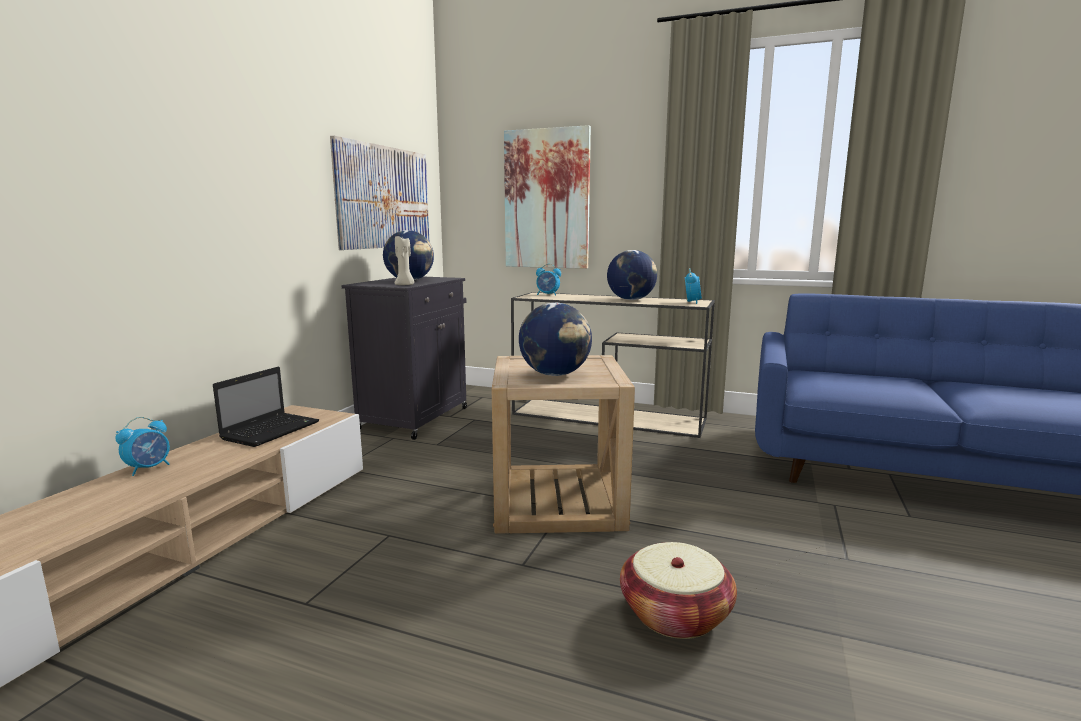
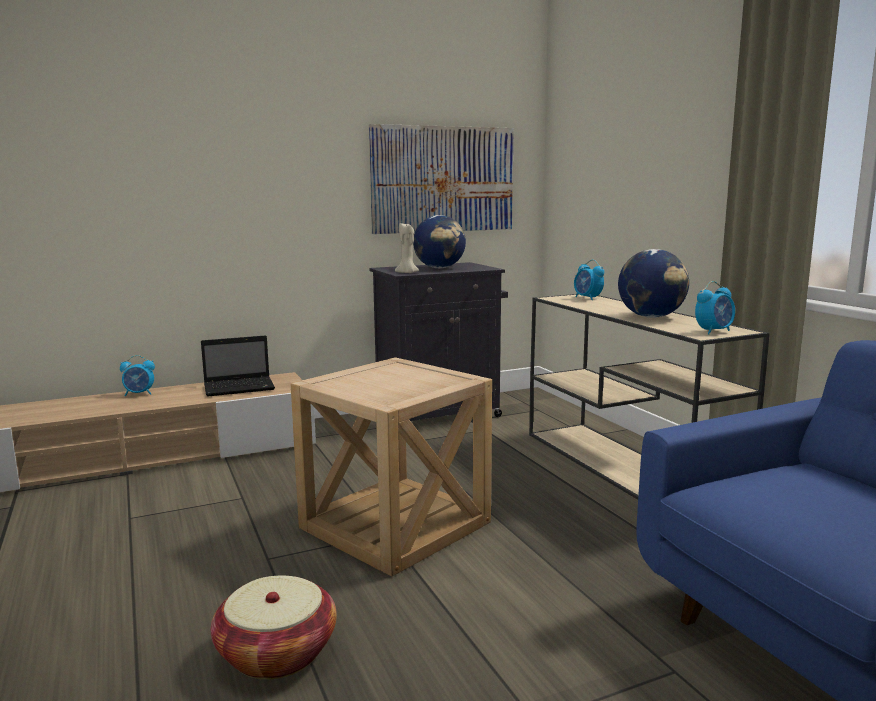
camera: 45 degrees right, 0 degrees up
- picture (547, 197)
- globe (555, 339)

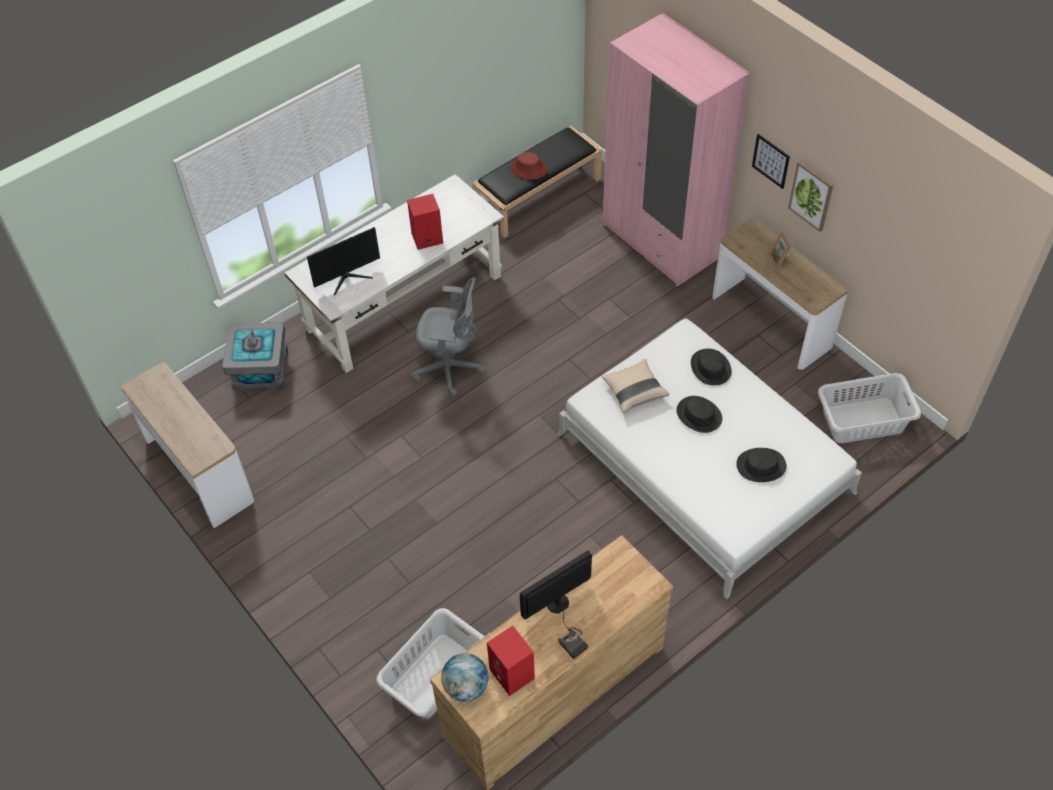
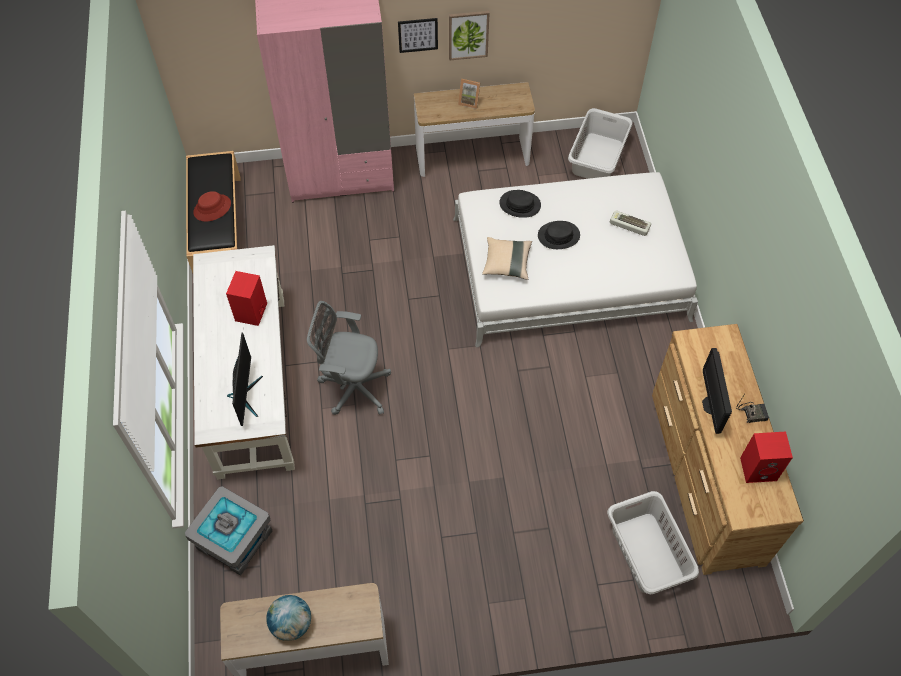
camera: 60 degrees left, 5 degrees up
~ globe (465, 677) to (288, 618)
~ grey office chair (448, 337) = (349, 358) 120 degrees counterclockwise
~ black hat (761, 465) to keyboard (630, 223)

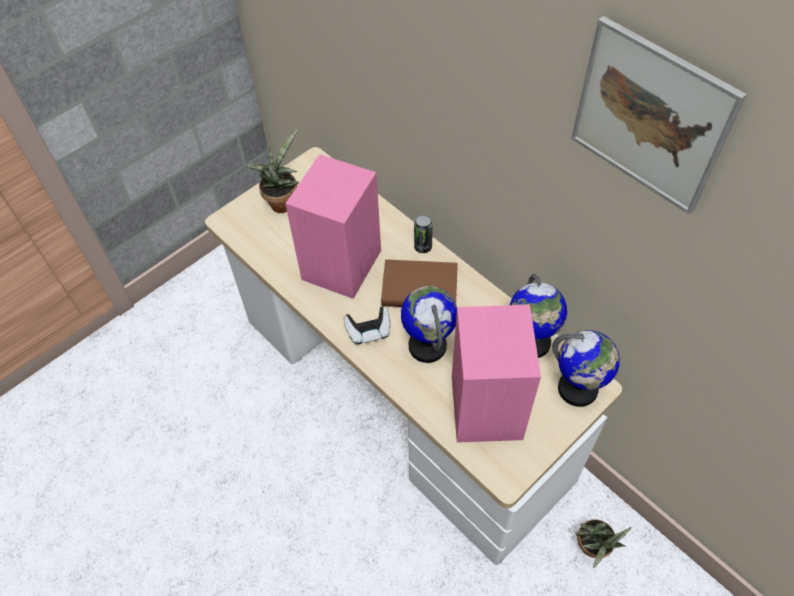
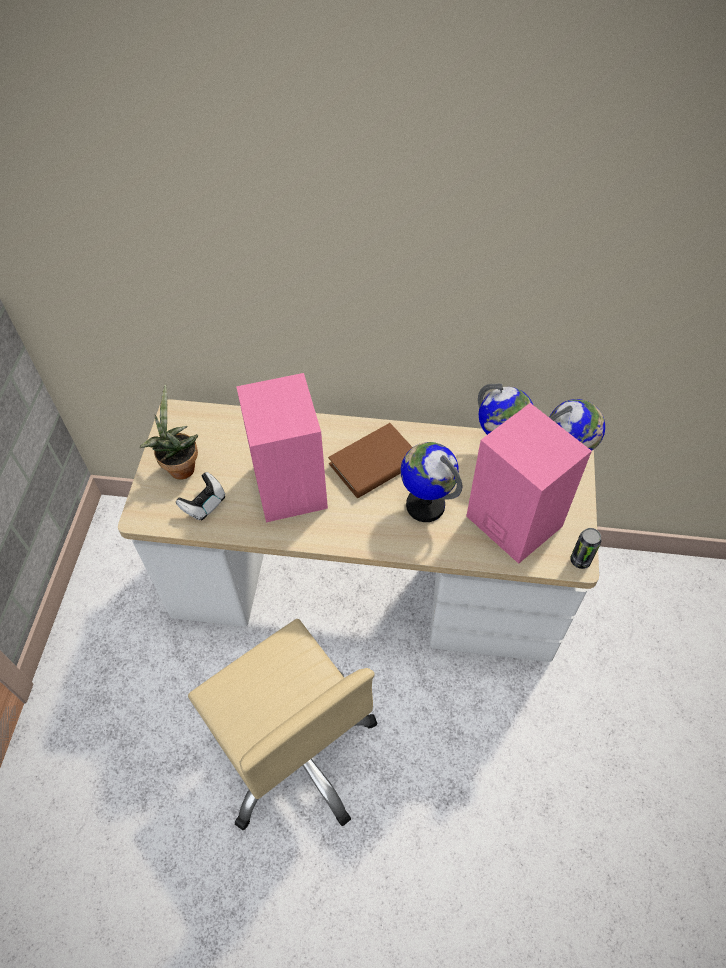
camera: 40 degrees left, 0 degrees up
~ game controller (367, 325) to (200, 496)
+ beige office chair (283, 724)
~ can (423, 233) to (585, 548)
- picture (659, 115)
- potted plant (603, 543)

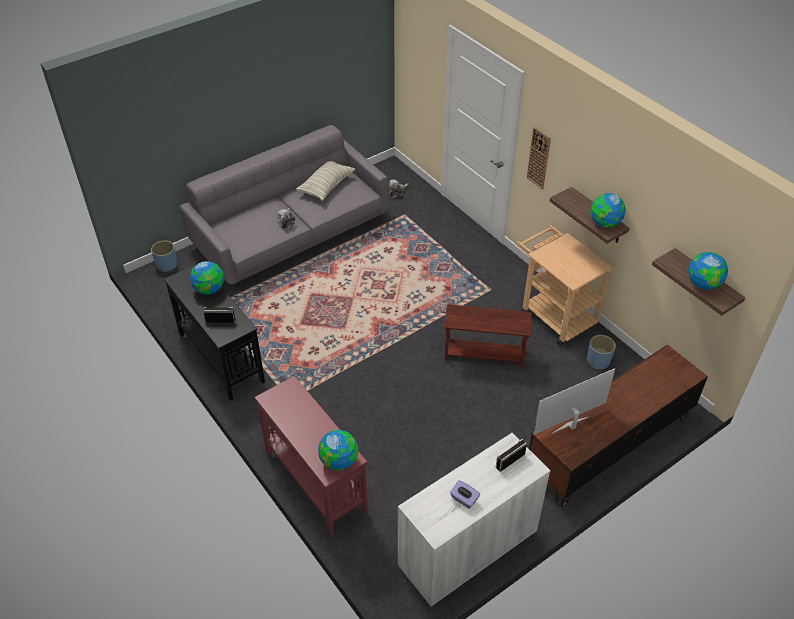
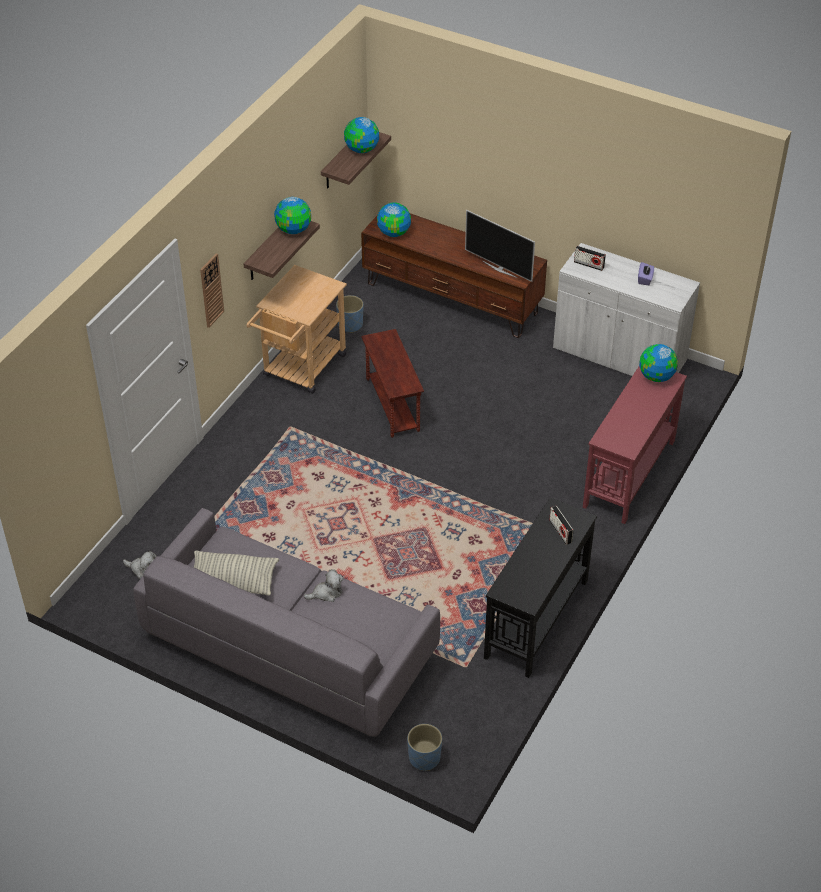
camera: 115 degrees left, 0 degrees up
~ globe (207, 278) to (394, 219)

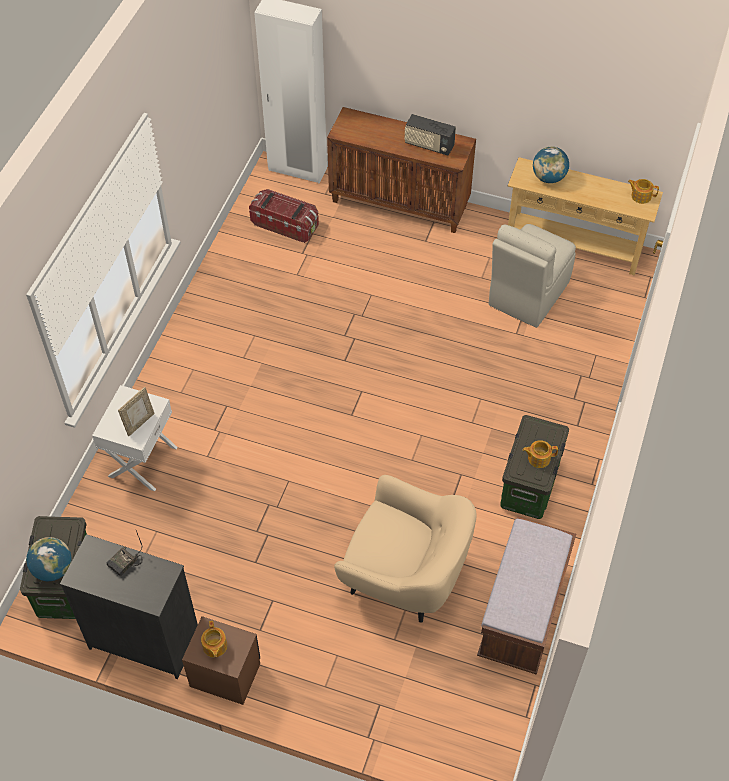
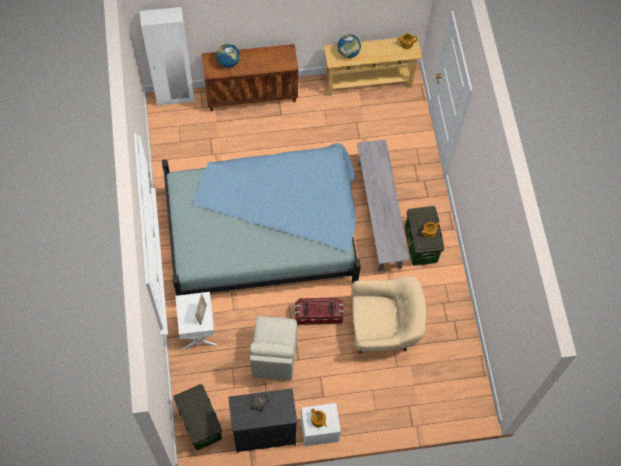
camera: 30 degrees left, 10 degrees up
+ blue bed (261, 219)
~ globe (48, 559) to (228, 56)
~ beige chair (532, 276) to (274, 348)
~ storage box (284, 216) to (319, 311)
~ brown nightstand (221, 660) to white nightstand (321, 424)
+ grey bench (383, 206)
- radio (430, 134)
- brown bench (526, 596)

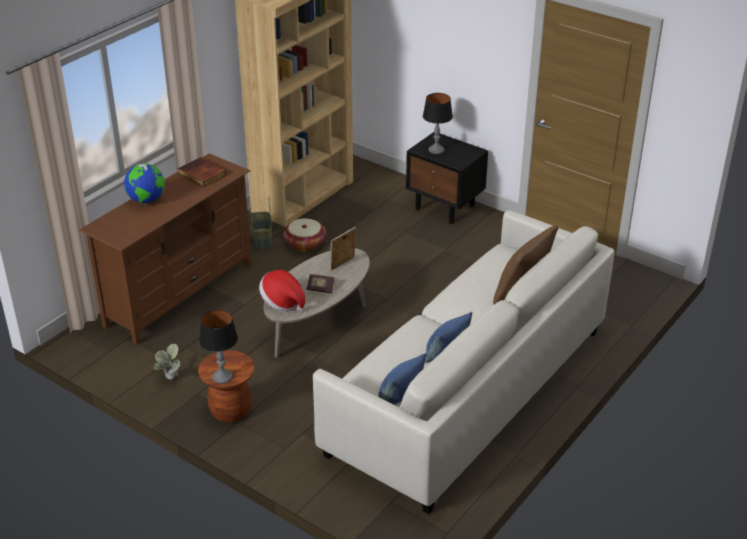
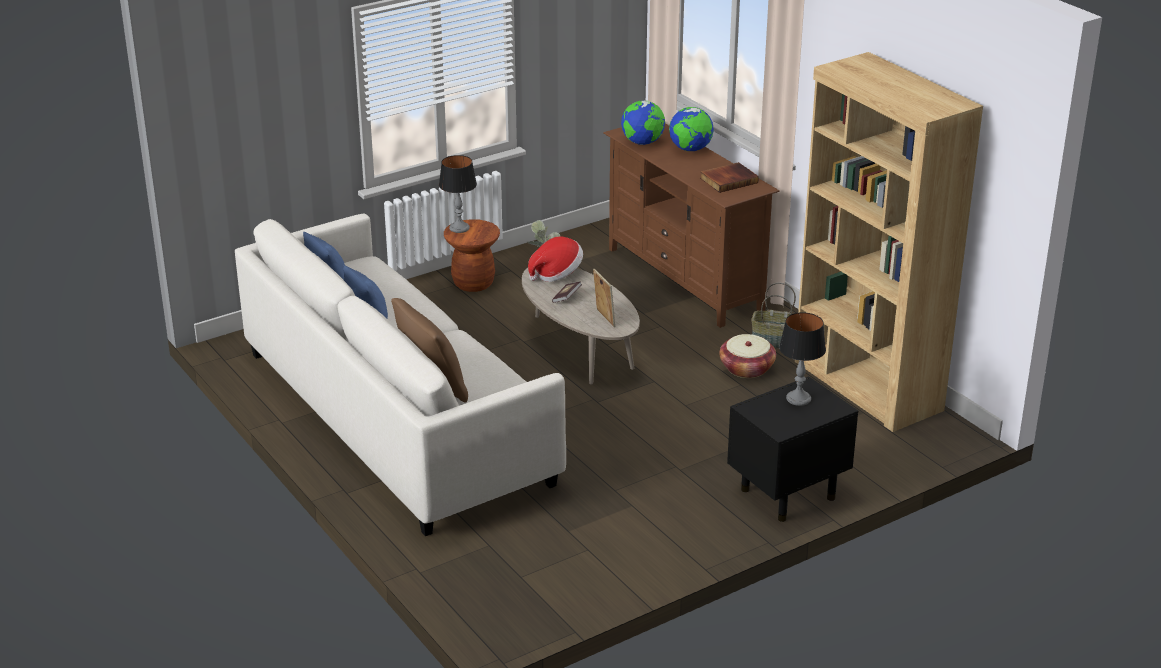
camera: 110 degrees right, 5 degrees down
+ globe (643, 123)

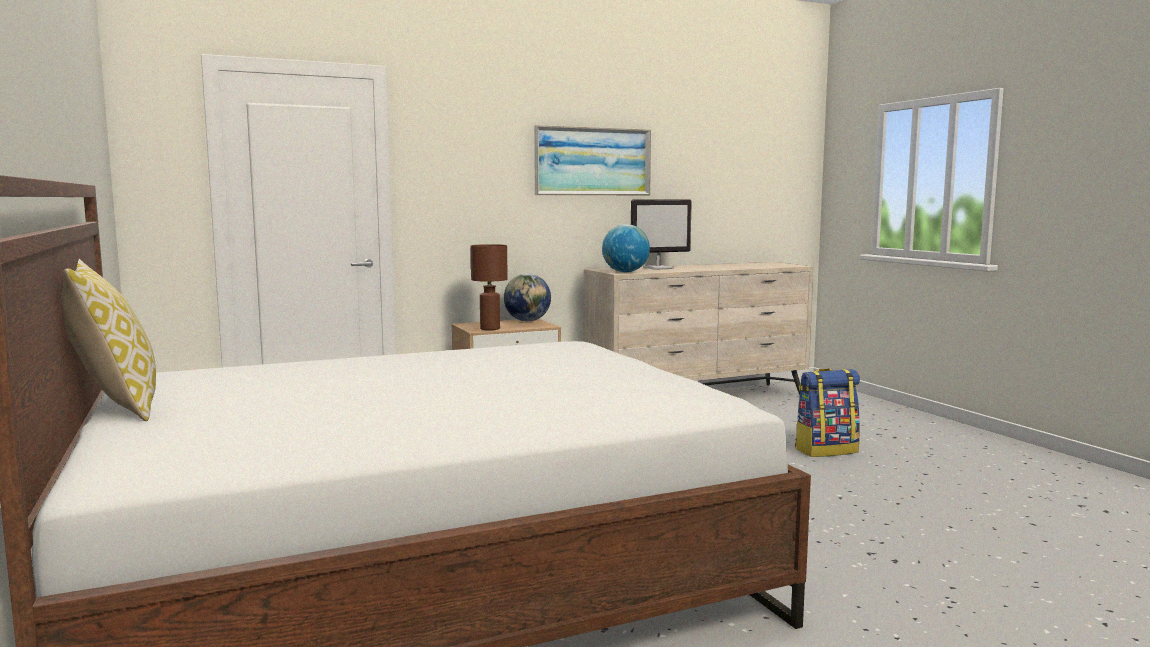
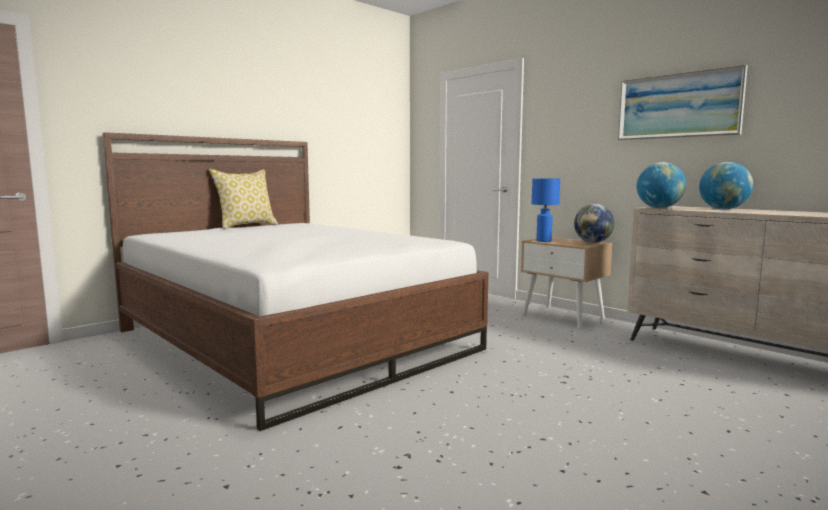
camera: 70 degrees right, 0 degrees up
~ brown table lamp (489, 287) to blue table lamp (546, 210)
~ monitor (661, 235) to globe (726, 185)
- backpack (827, 412)

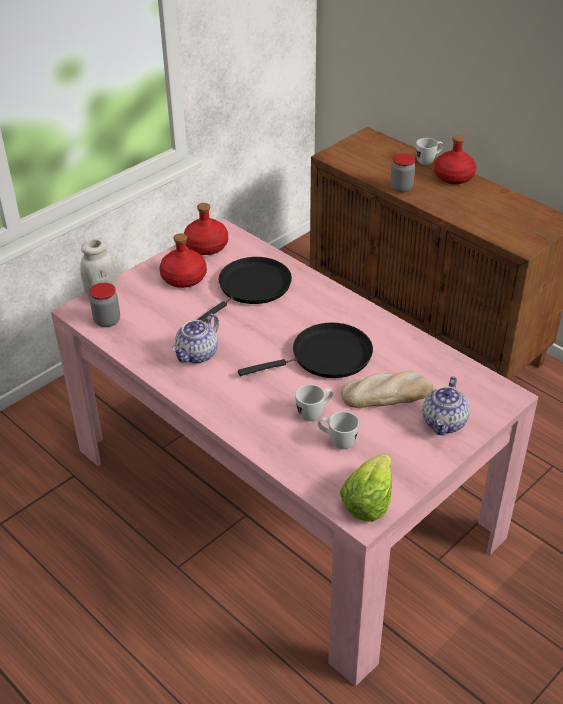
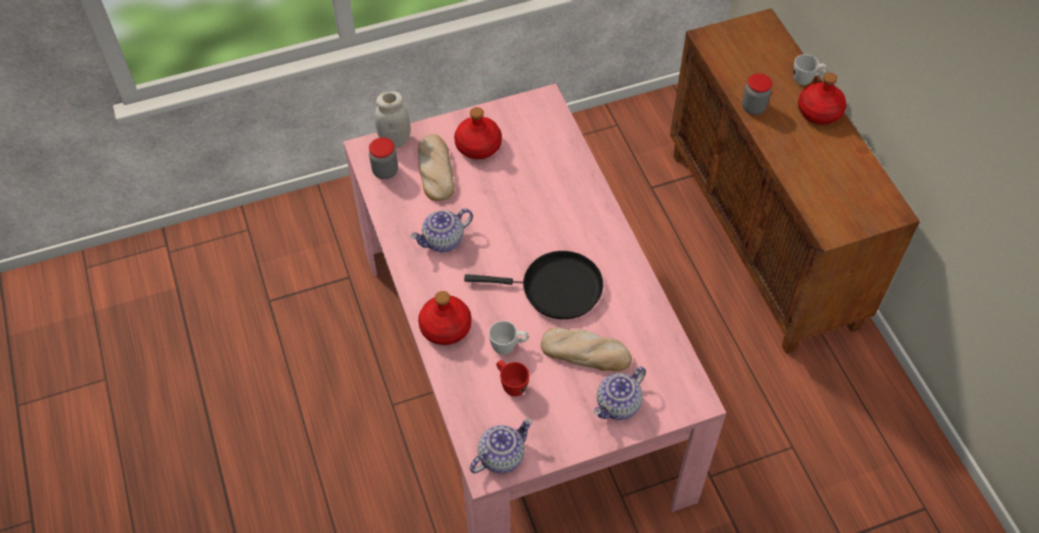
camera: 25 degrees right, 15 degrees up
+ bread (436, 167)
~ red bottle (206, 229) to (444, 318)
~ lettuce (366, 488) to teapot (501, 445)
~ white mug (338, 430) to red mug (512, 378)
- black frying pan (244, 289)

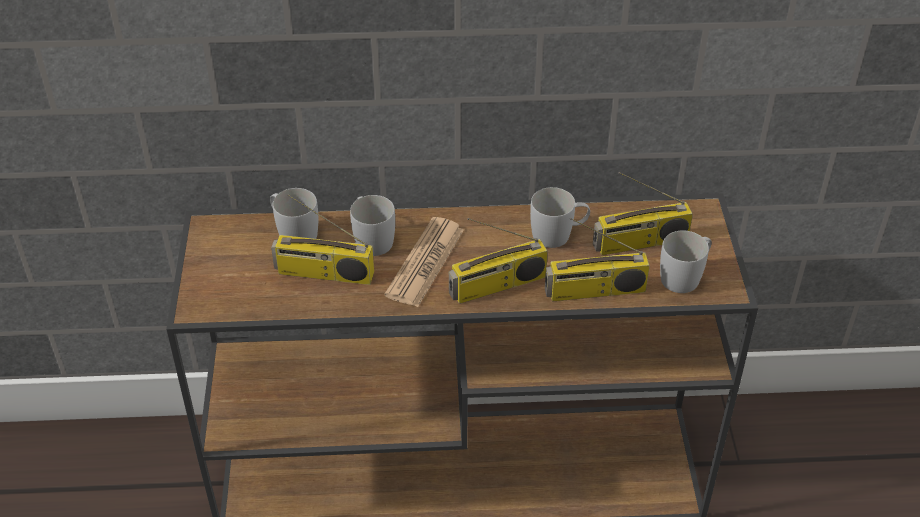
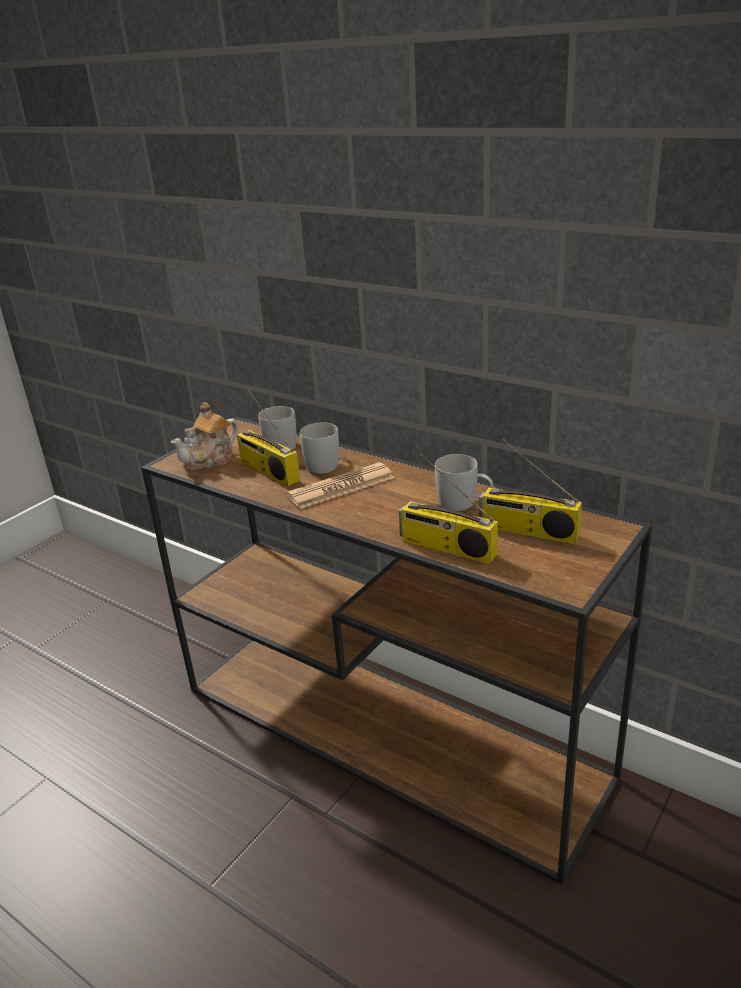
camera: 40 degrees right, 15 degrees down
+ teapot (204, 437)
- radio (498, 261)
- white mug (686, 261)

